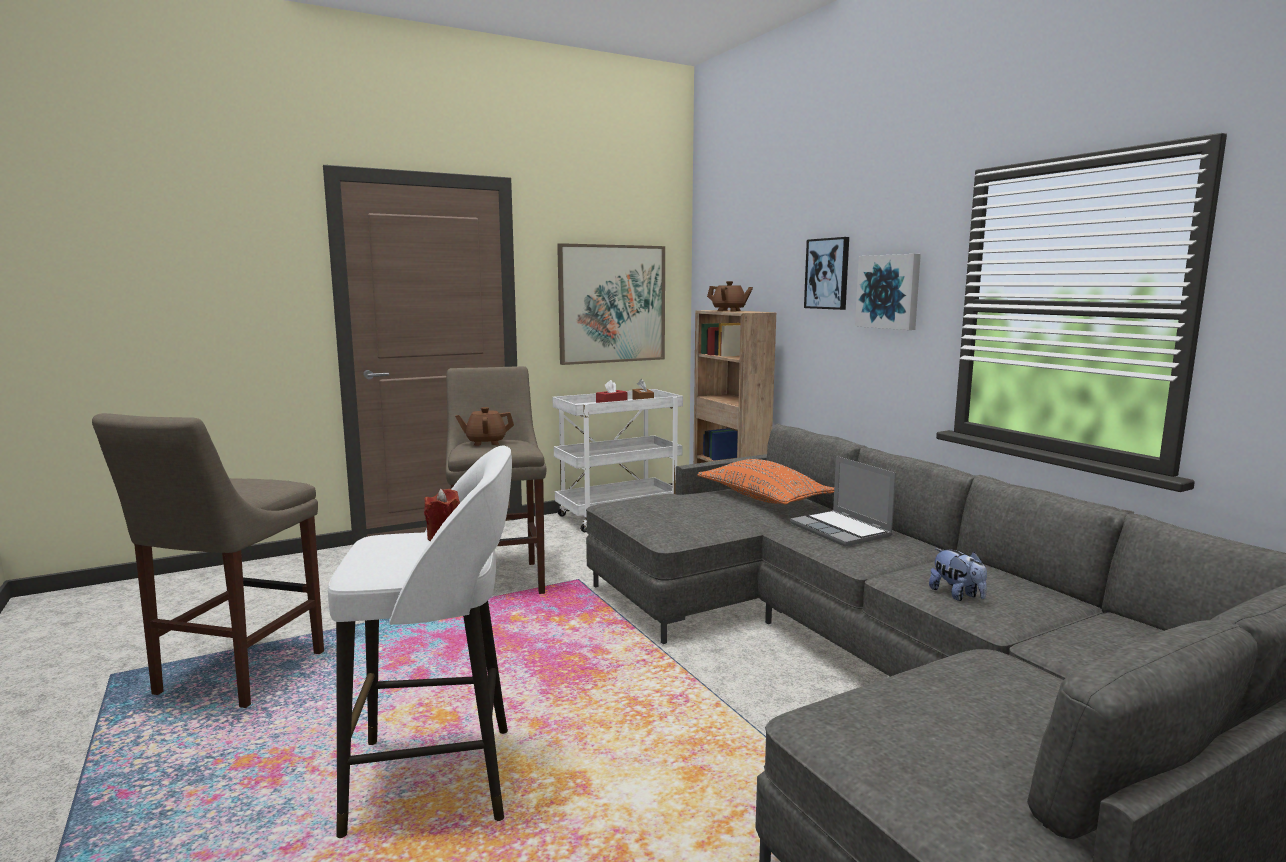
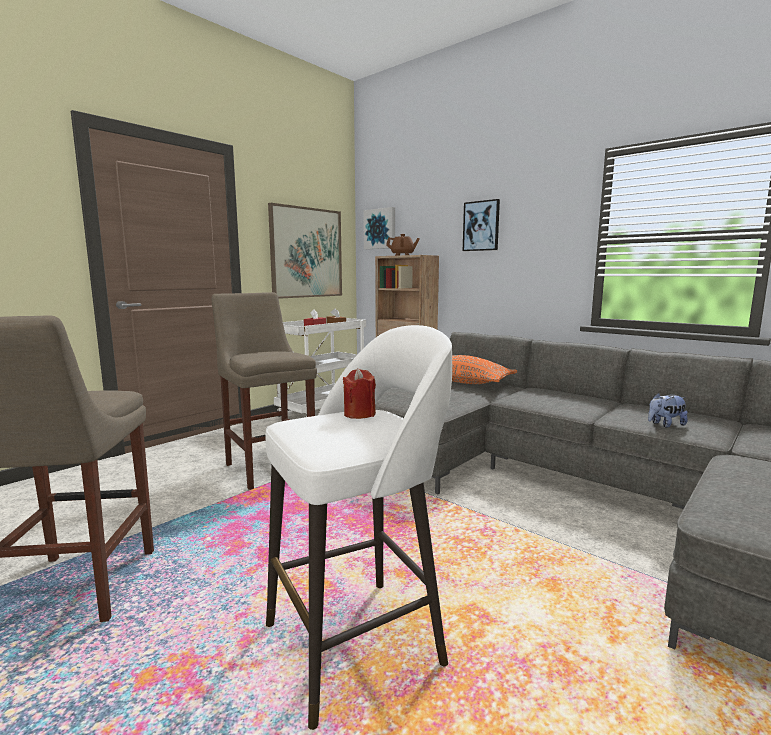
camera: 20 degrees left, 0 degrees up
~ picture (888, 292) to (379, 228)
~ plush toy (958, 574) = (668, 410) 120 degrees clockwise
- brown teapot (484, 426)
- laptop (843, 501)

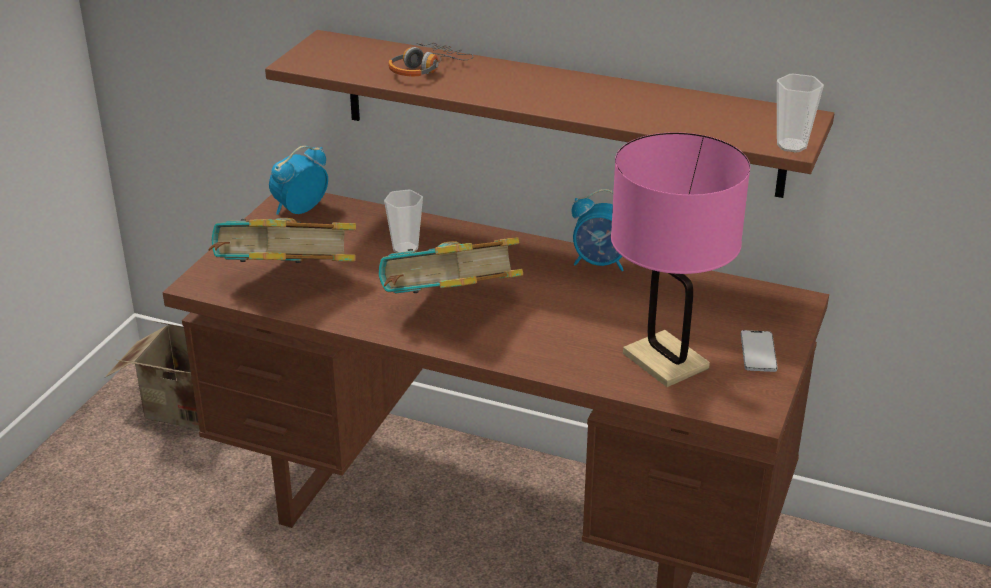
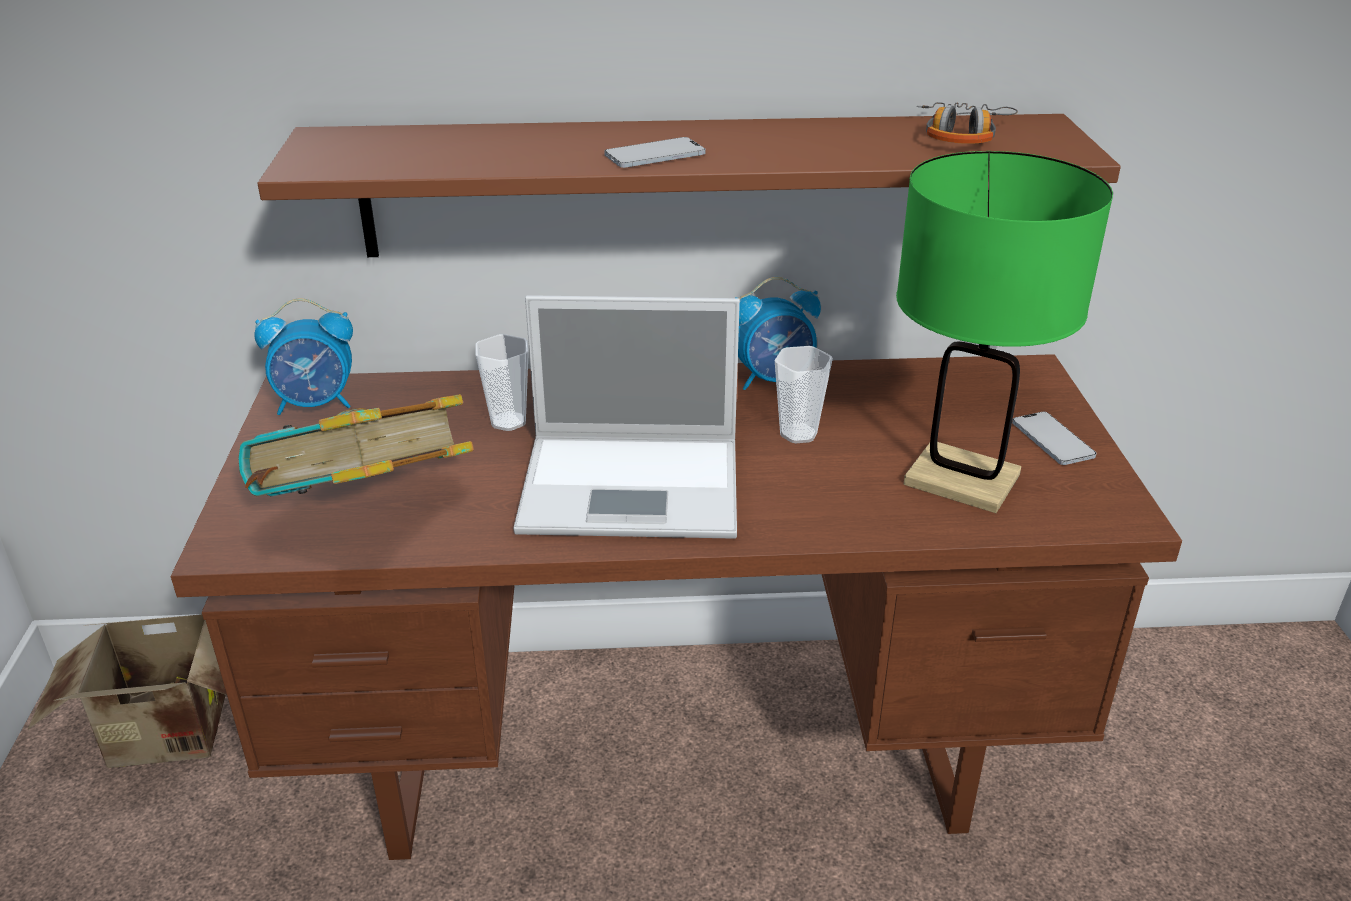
camera: 25 degrees left, 0 degrees up
~ alarm clock (298, 180) = (303, 356) 120 degrees counterclockwise
~ book (450, 265) to laptop (626, 417)
+ phone (654, 152)
~ cup (800, 112) to (804, 394)
~ pink table lamp (680, 259) to green table lamp (1004, 332)
~ headphones (431, 59) to (967, 123)

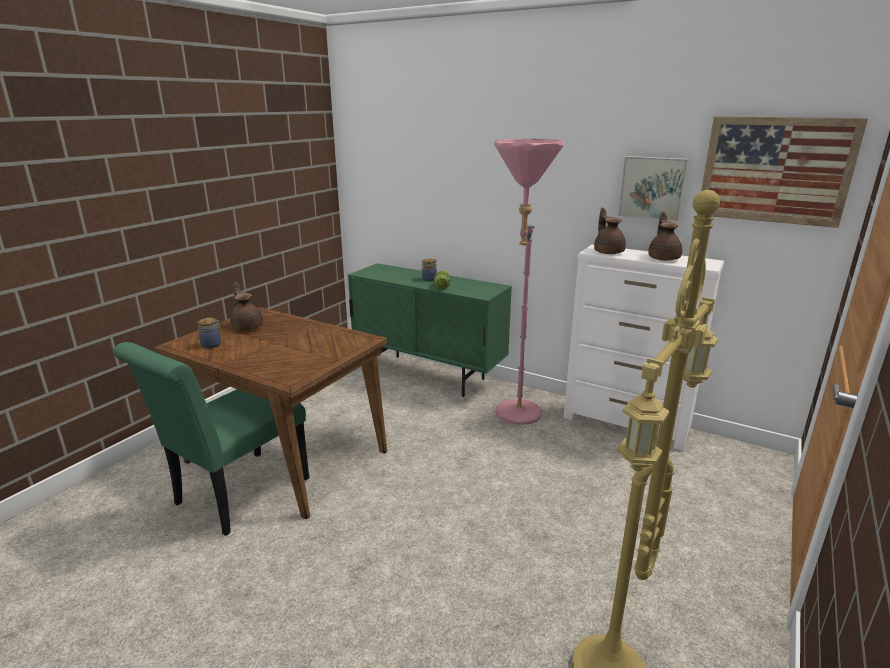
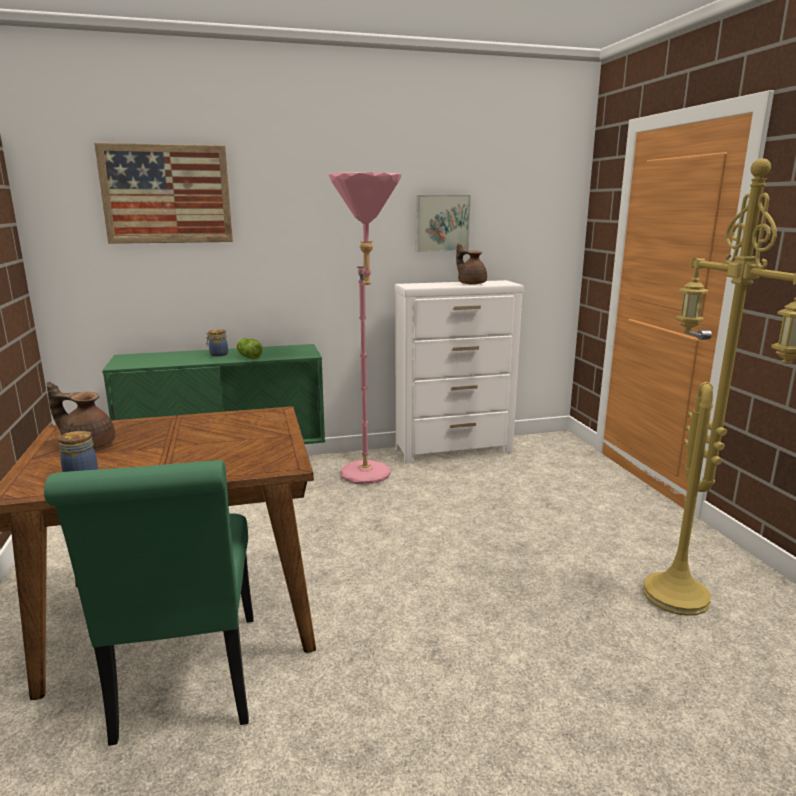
camera: 45 degrees left, 5 degrees down
~ picture (782, 172) to (163, 193)
- brown teapot (610, 230)

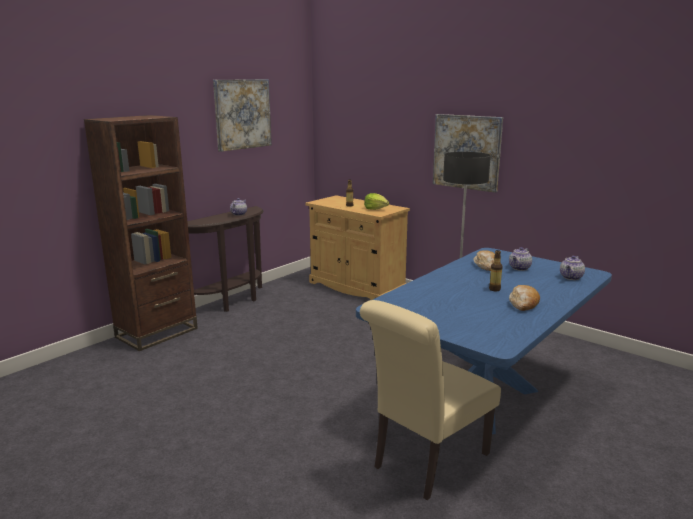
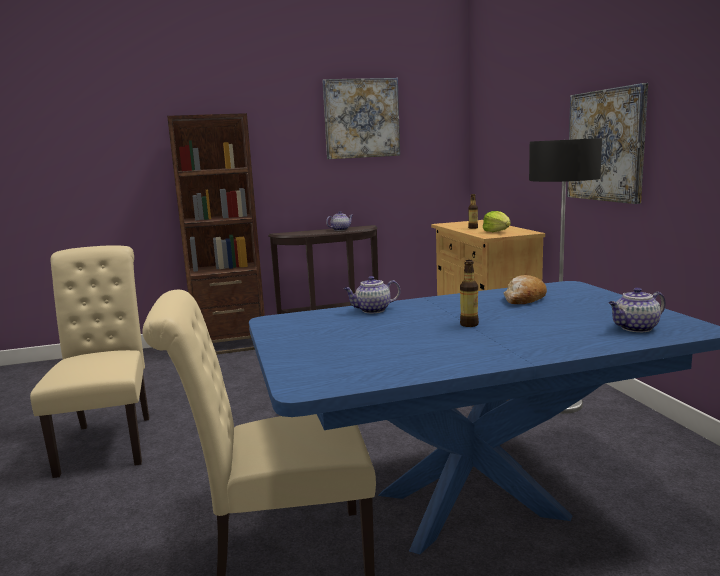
camera: 35 degrees right, 5 degrees down
+ beige chair (89, 361)
~ teapot (520, 259) to (372, 295)
- bread (524, 298)

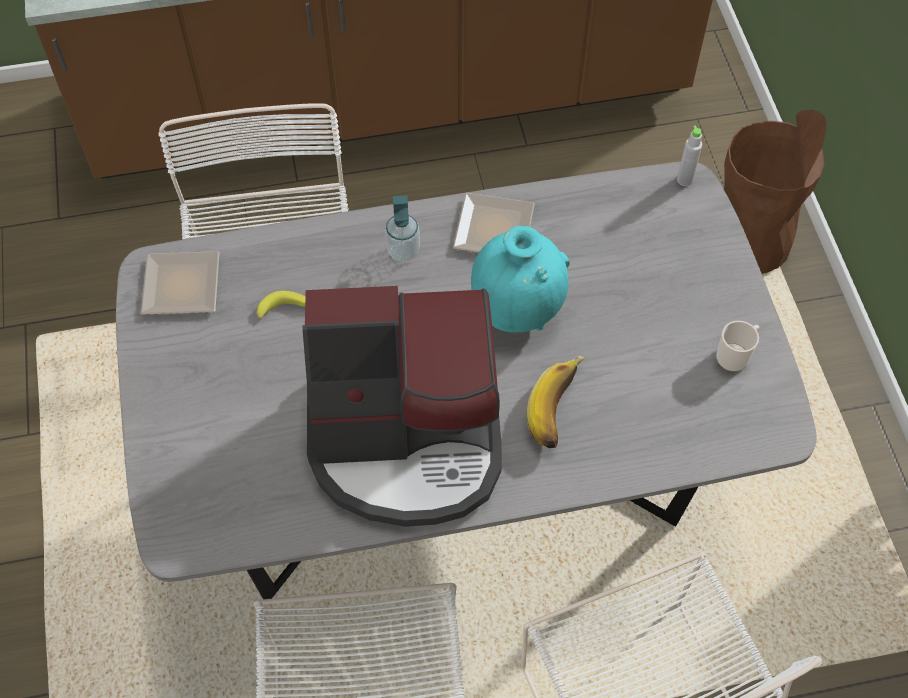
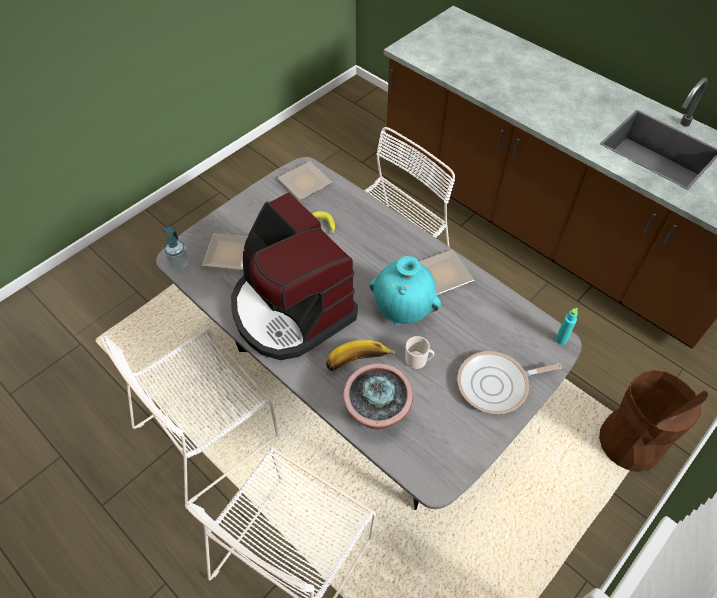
camera: 55 degrees right, 5 degrees down
~ soap dispenser (402, 228) to (176, 248)
+ plate (224, 251)
+ potted plant (378, 396)
~ mug (738, 346) to (419, 352)
+ frying pan (509, 382)
~ grey bottle (689, 155) to turquoise bottle (566, 326)

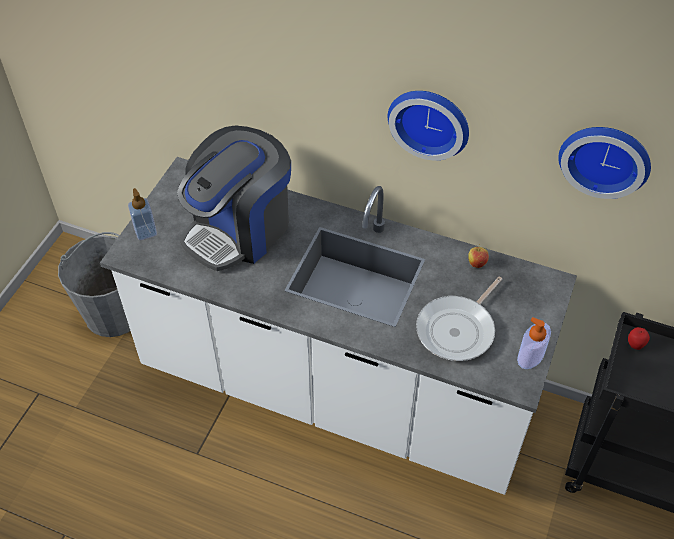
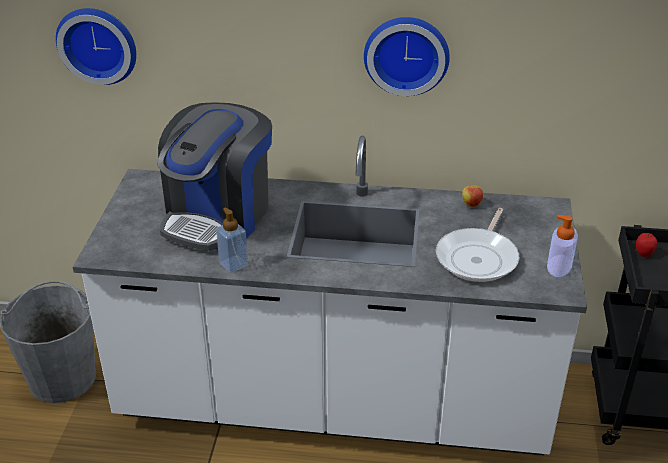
camera: 15 degrees left, 15 degrees down
~ wall clock (604, 163) to (96, 46)
~ soap dispenser (142, 214) to (232, 240)

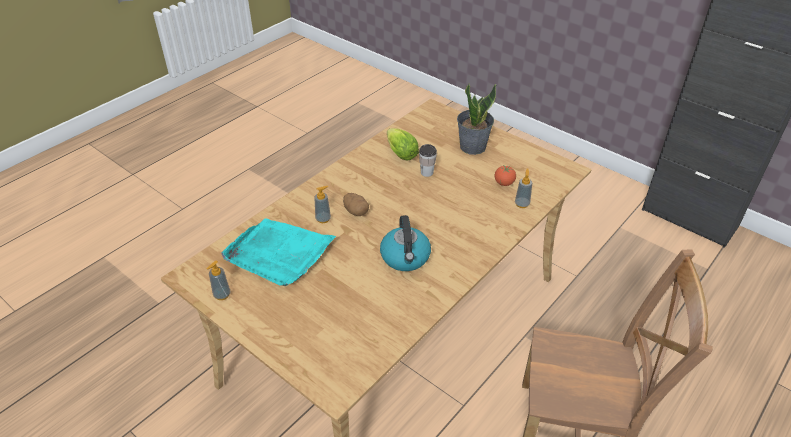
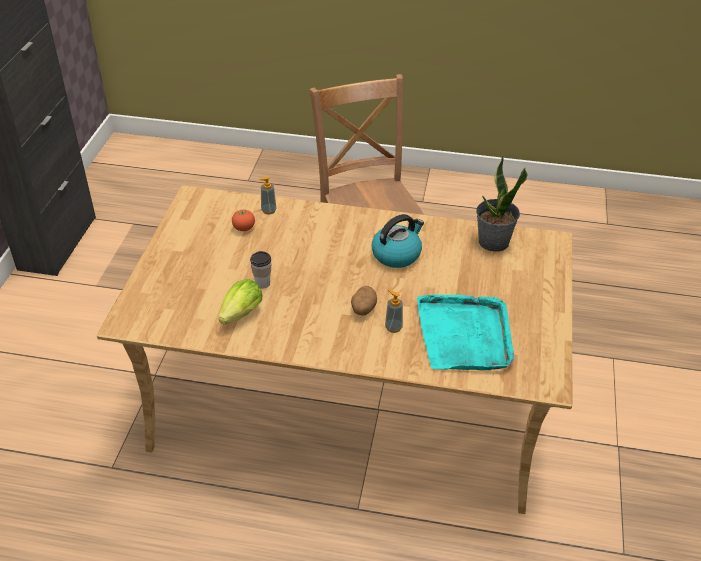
camera: 120 degrees left, 0 degrees up
~ potted plant (477, 119) to (502, 203)
- soap dispenser (219, 280)

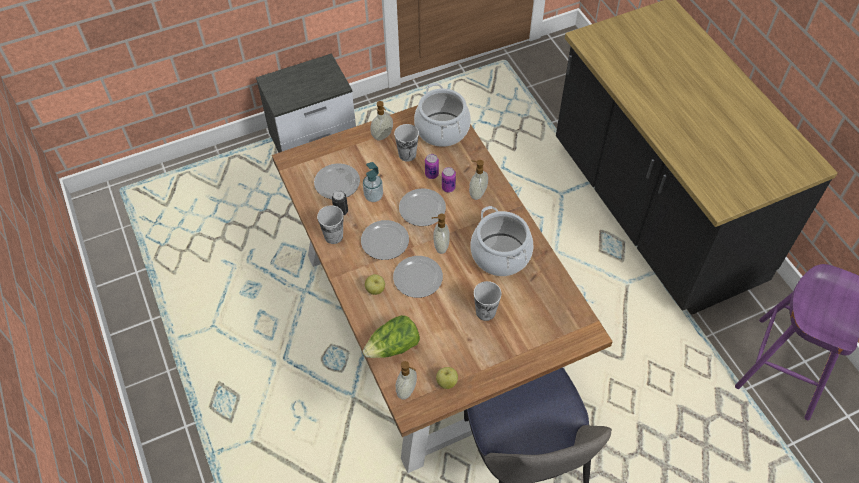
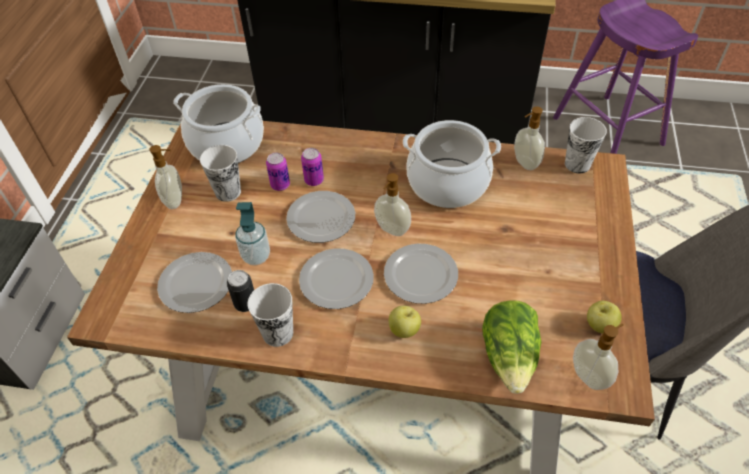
camera: 55 degrees left, 5 degrees down
~ soap dispenser (478, 180) to (529, 138)
~ cup (488, 301) to (586, 145)

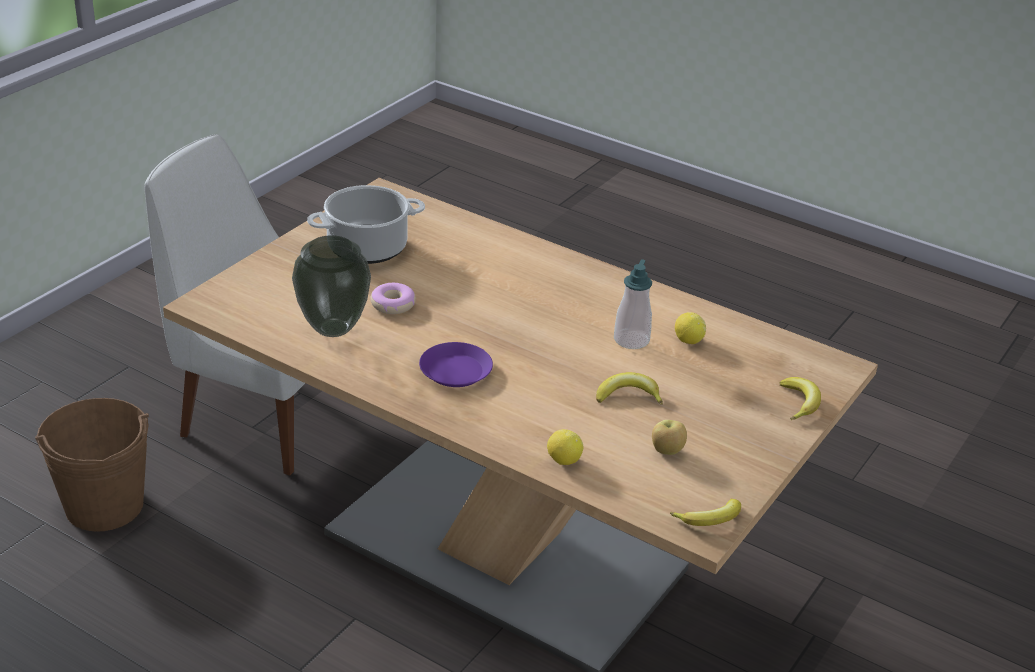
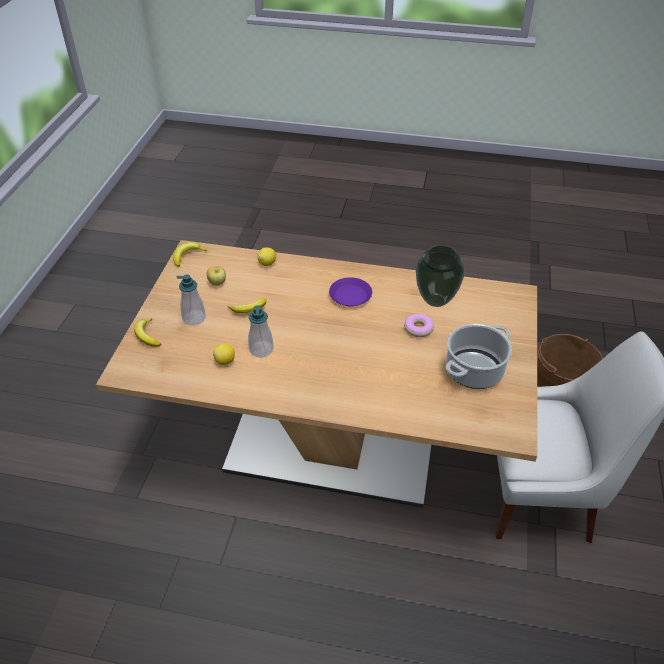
camera: 160 degrees right, 10 degrees up
+ soap dispenser (191, 300)

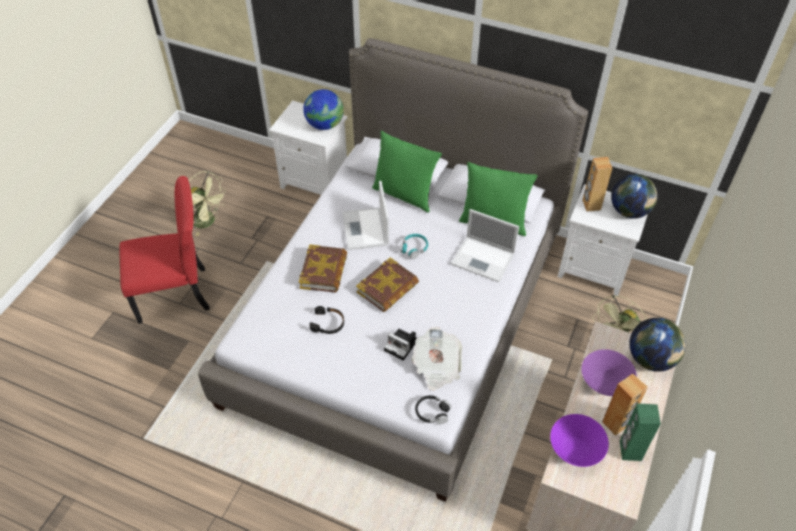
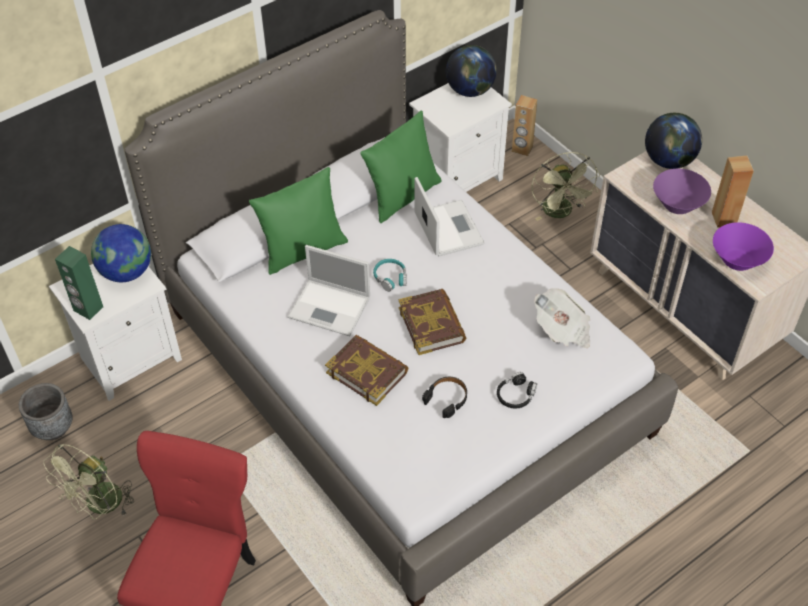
camera: 60 degrees left, 0 degrees up
+ grey planter (46, 411)
~ green fan (208, 203) = (88, 481) 150 degrees clockwise
~ green speaker (640, 432) to (79, 283)
~ laptop (485, 245) = (450, 217) 75 degrees counterclockwise
~ black headphones (433, 409) to (517, 390)
~ brown speaker (597, 184) to (524, 125)
- photo camera (400, 345)

